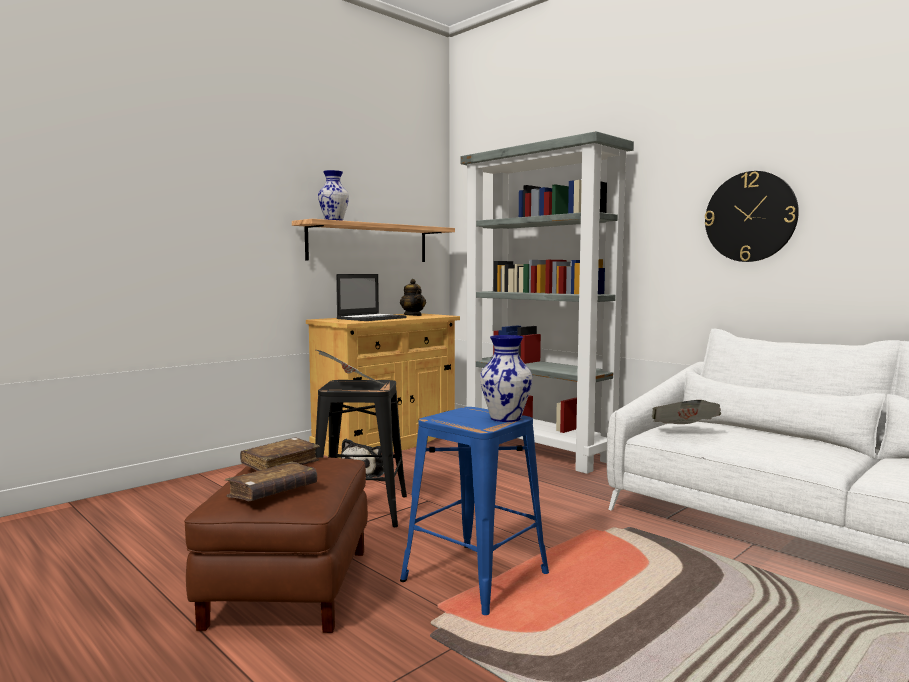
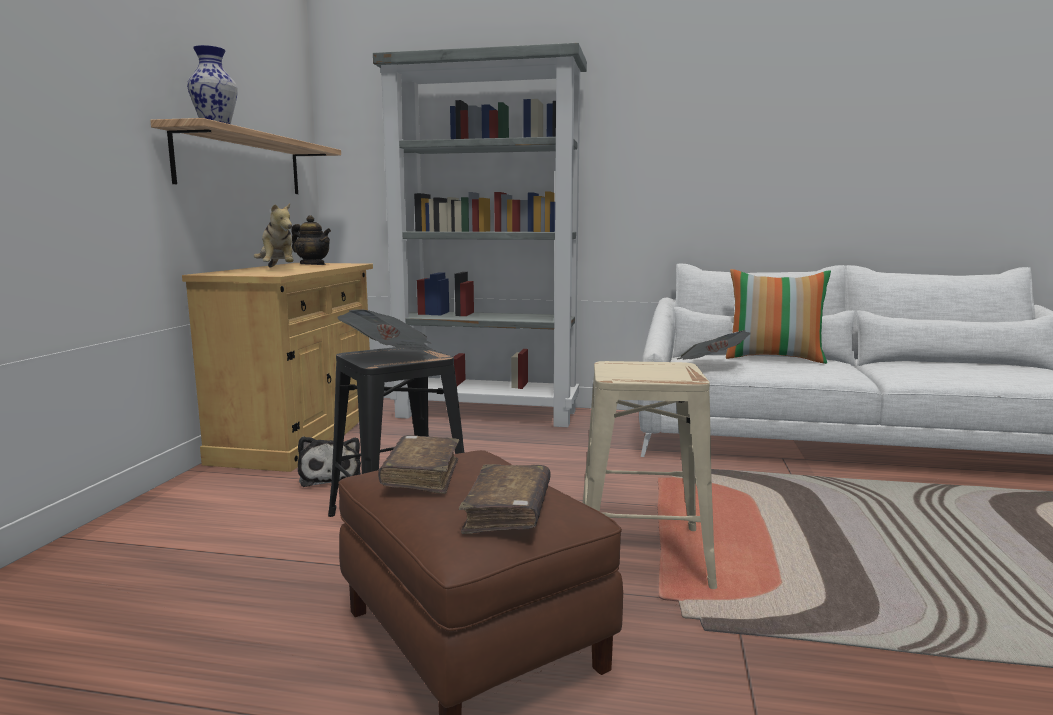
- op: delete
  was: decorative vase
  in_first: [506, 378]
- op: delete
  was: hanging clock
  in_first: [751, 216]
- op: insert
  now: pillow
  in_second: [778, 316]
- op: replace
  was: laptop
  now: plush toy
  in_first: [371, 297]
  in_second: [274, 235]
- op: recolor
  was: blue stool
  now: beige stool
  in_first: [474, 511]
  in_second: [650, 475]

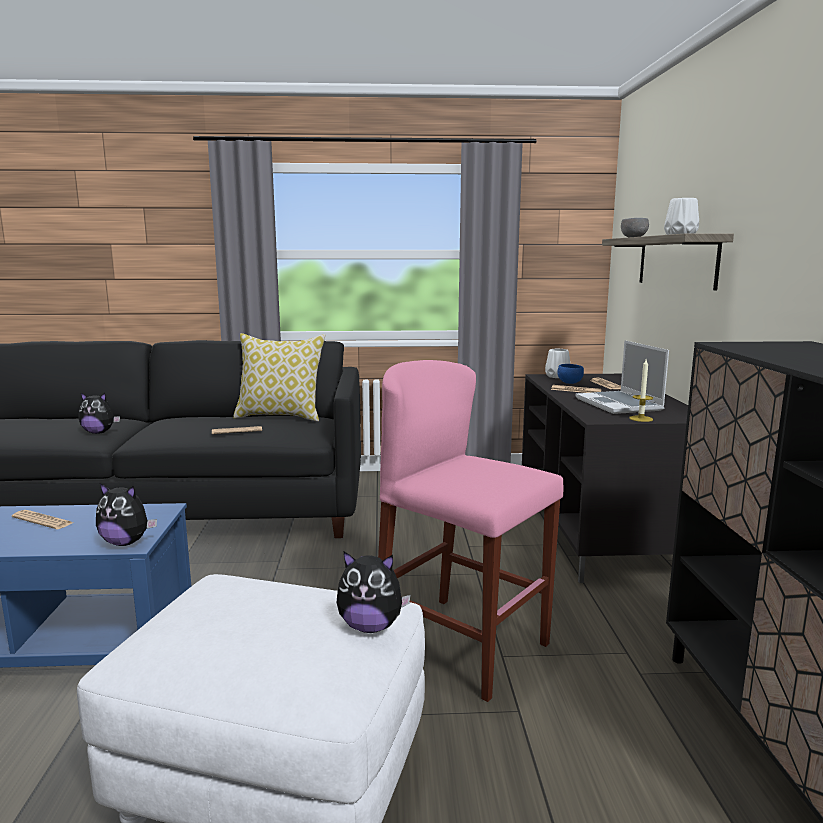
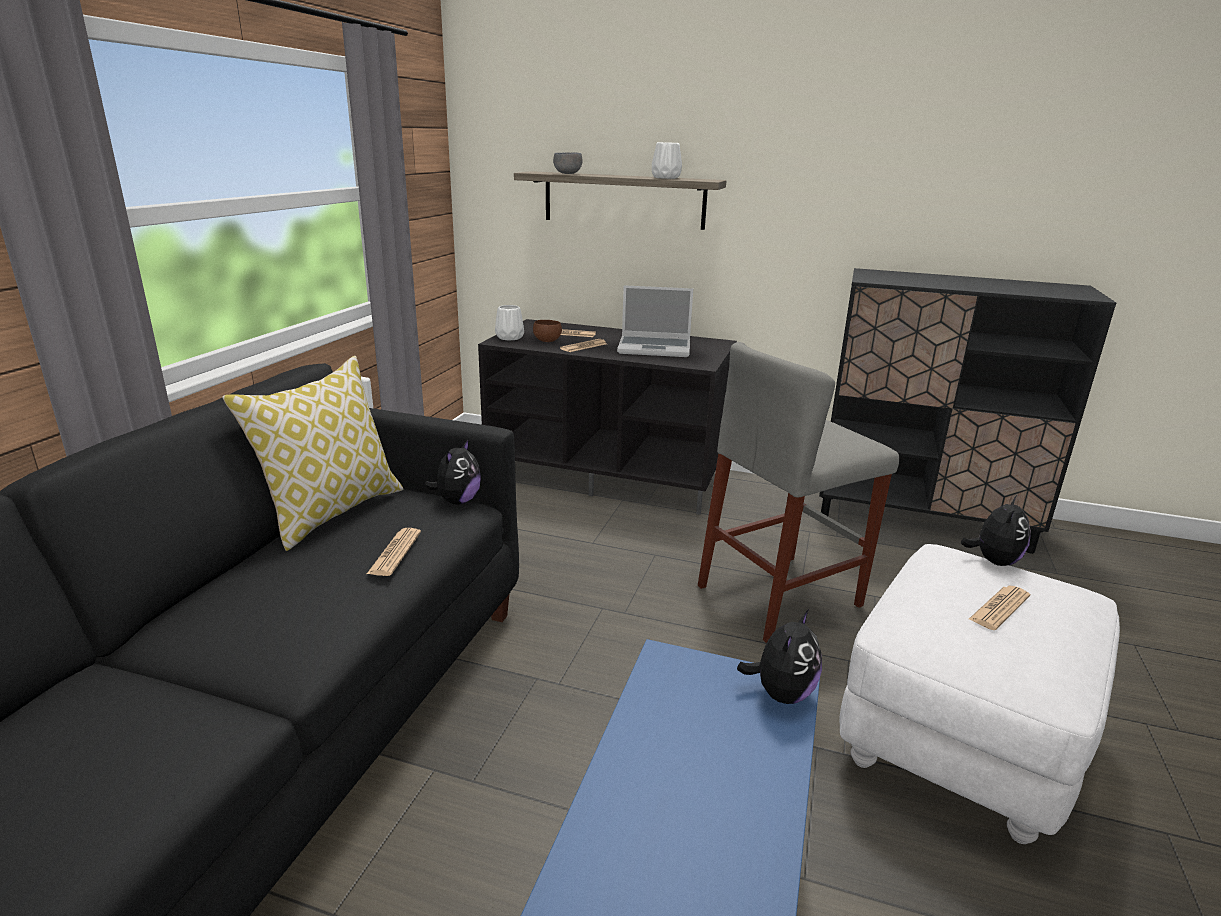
- op: delete
  was: wax candle
  in_first: [641, 390]
- op: move
  was: daily paper
  in_first: [42, 519]
  in_second: [999, 608]
- op: move
  was: plush toy
  in_first: [99, 413]
  in_second: [452, 472]
- op: recolor
  was: pink stool
  now: grey stool
  in_first: [470, 531]
  in_second: [798, 492]
- op: recolor
  was: blue bowl
  now: brownish bowl
  in_first: [570, 374]
  in_second: [547, 331]

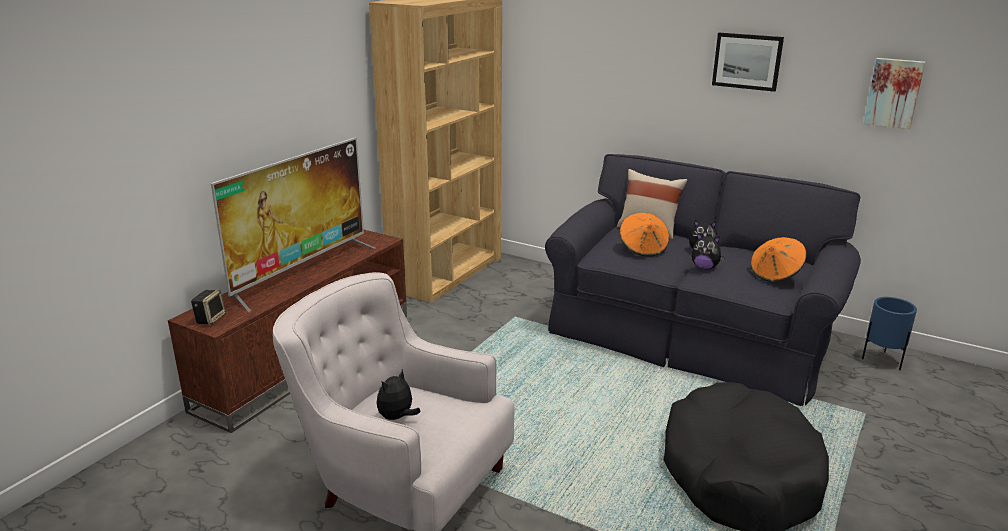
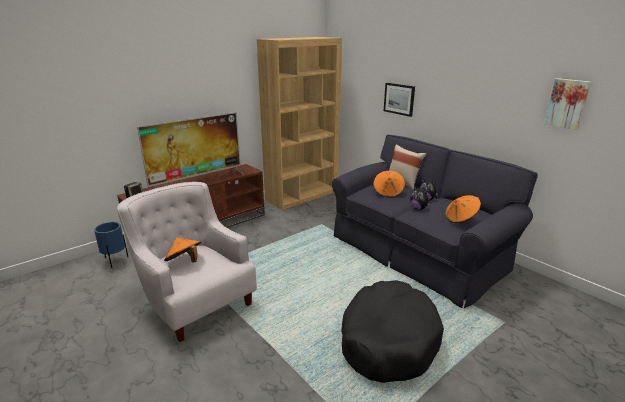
- op: move
  was: wall art
  in_first: [748, 62]
  in_second: [399, 100]
- op: move
  was: blue planter
  in_first: [889, 333]
  in_second: [111, 245]
- op: replace
  was: plush toy
  now: orange wearable hat
  in_first: [399, 394]
  in_second: [182, 250]

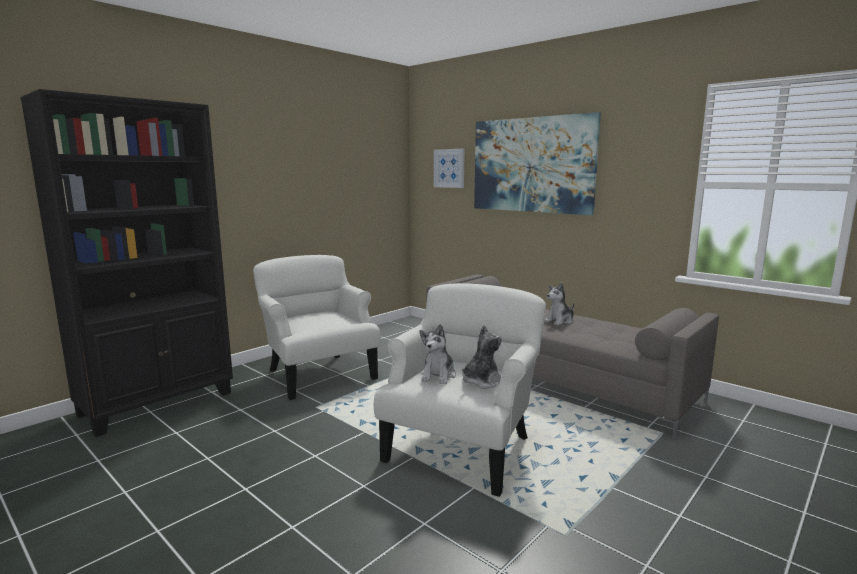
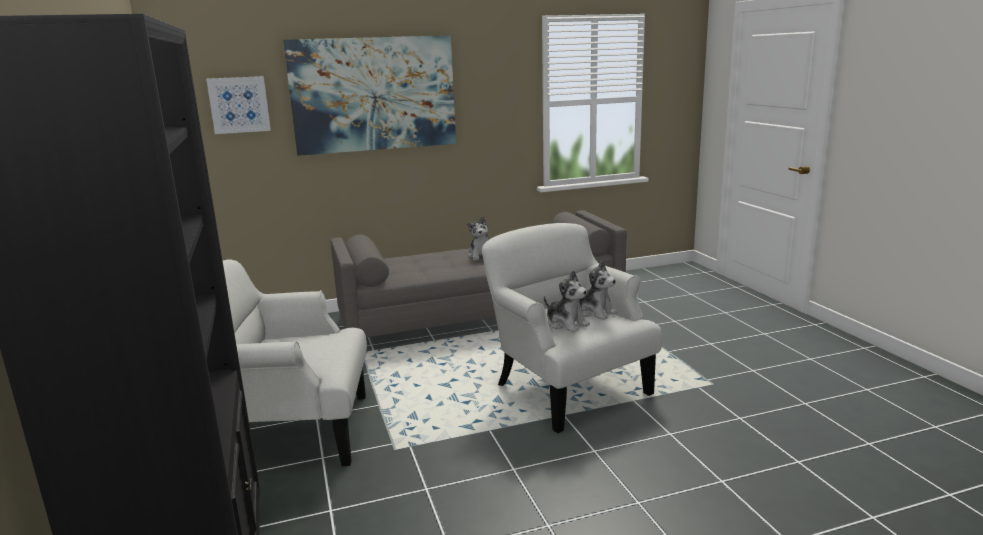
- op: rotate
  was: plush toy
  in_first: [482, 356]
  in_second: [599, 290]
  clockwise: 150

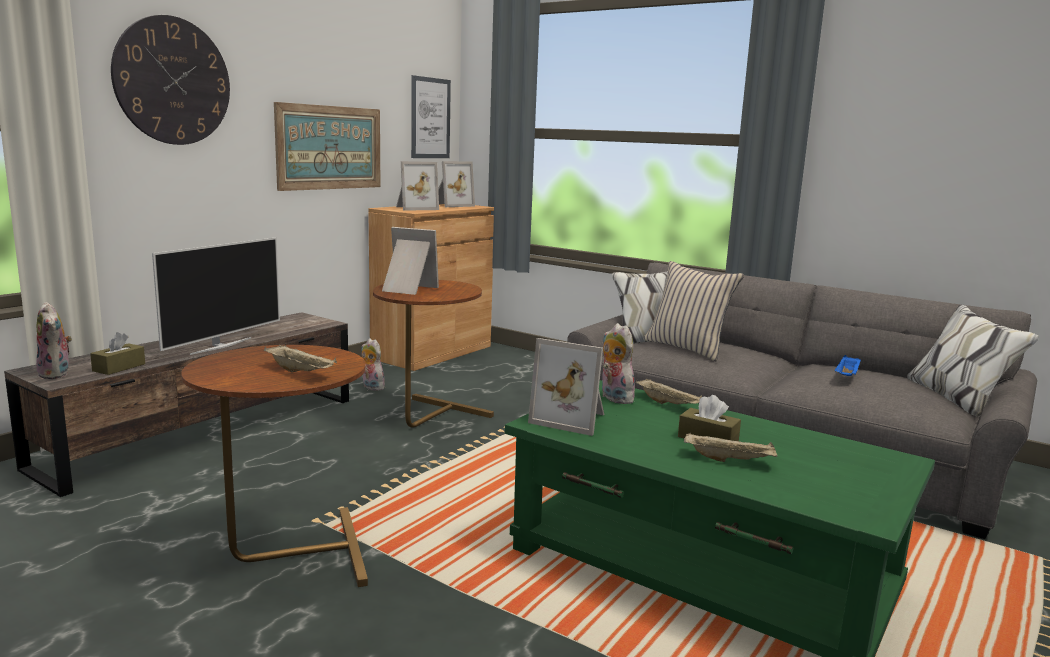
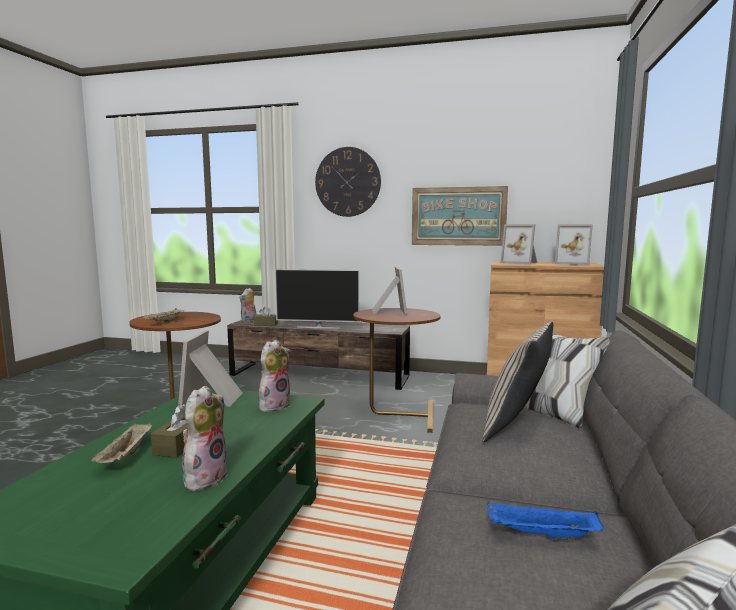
- op: delete
  was: wall art
  in_first: [431, 116]
- op: delete
  was: beige tray
  in_first: [669, 391]
- op: move
  was: plush toy
  in_first: [373, 364]
  in_second: [205, 438]

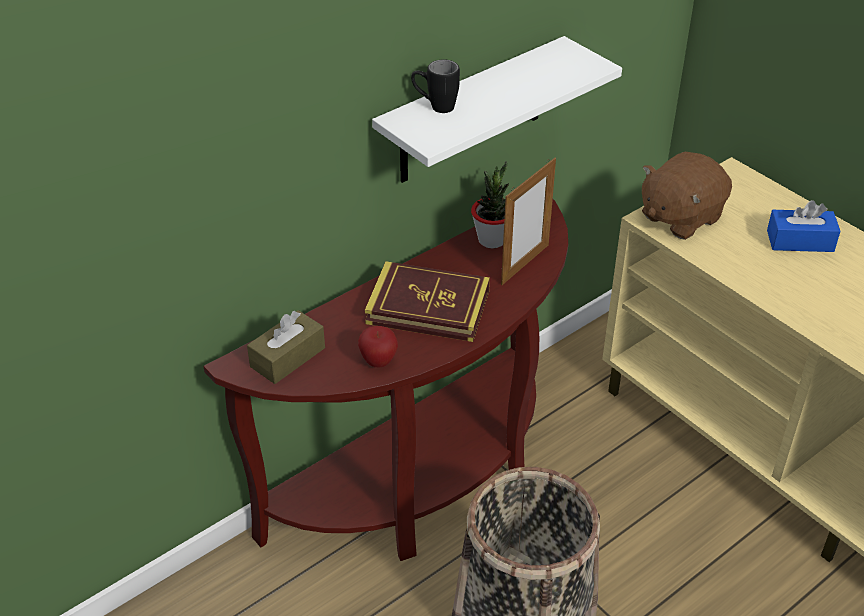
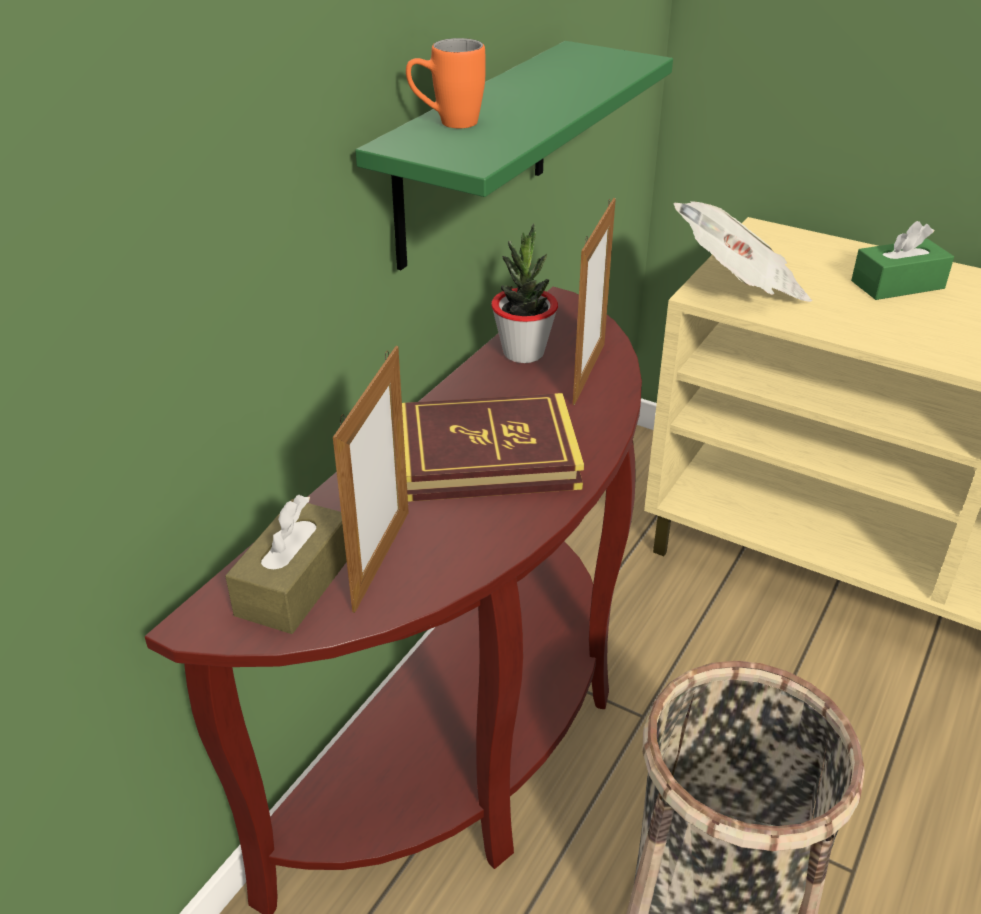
- op: delete
  was: apple fruit
  in_first: [378, 347]
- op: insert
  now: photo frame
  in_second: [371, 479]
- op: replace
  was: brownish plush toy
  now: daily paper
  in_first: [687, 196]
  in_second: [743, 251]
- op: recolor
  was: whitish shelf
  now: green-coloured shelf
  in_first: [497, 109]
  in_second: [514, 155]
- op: recolor
  was: black tea mug
  now: orange tea mug
  in_first: [435, 86]
  in_second: [445, 83]
- op: recolor
  was: blue tissue holder
  now: green-coloured tissue holder
  in_first: [804, 226]
  in_second: [902, 260]

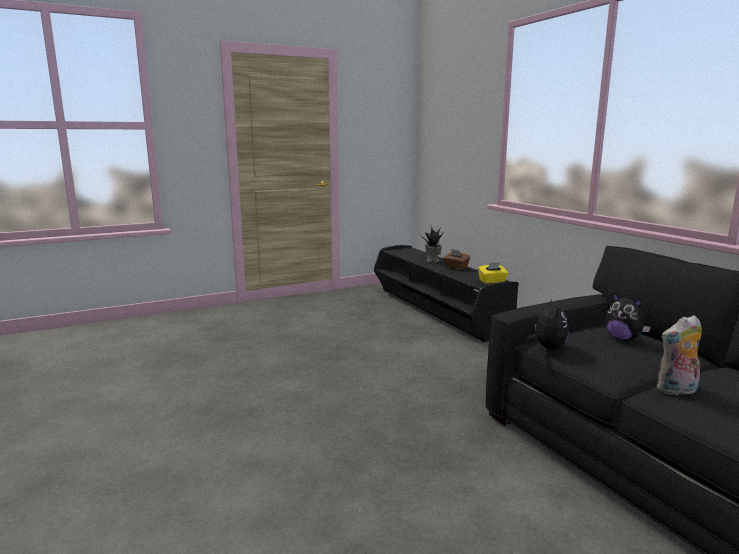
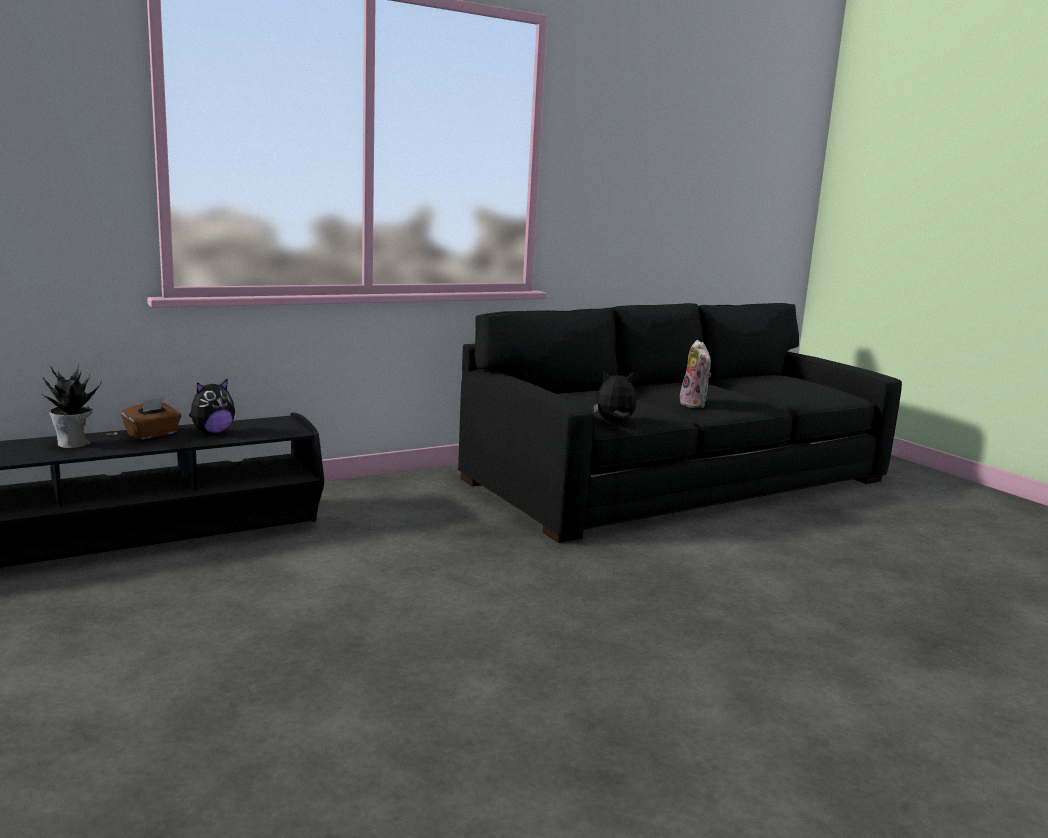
- op: delete
  was: yellowish tissue holder
  in_first: [493, 273]
- op: move
  was: plush toy
  in_first: [628, 316]
  in_second: [212, 406]

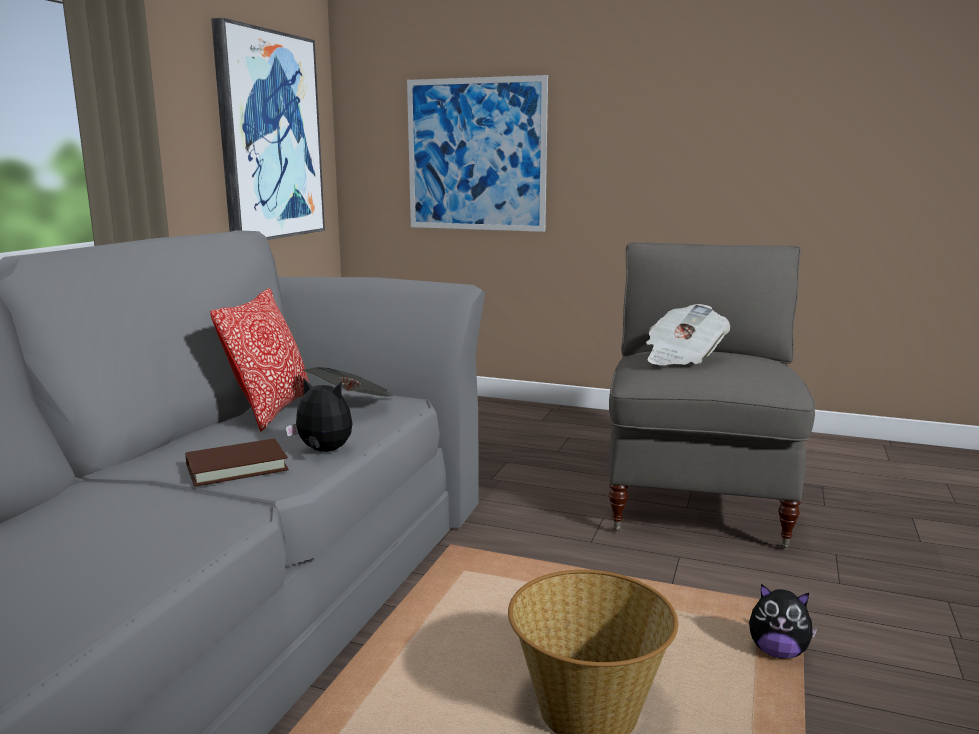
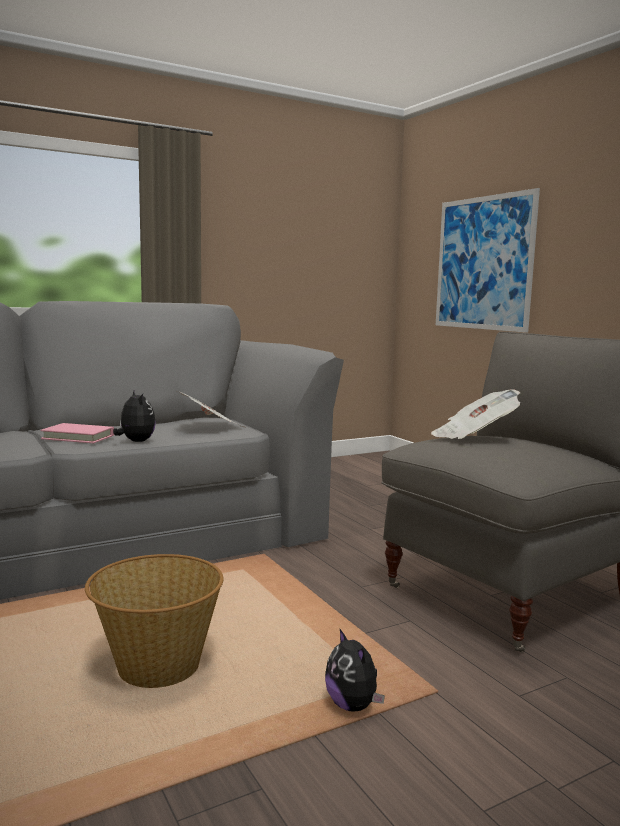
- op: delete
  was: pillow
  in_first: [259, 360]
- op: delete
  was: wall art
  in_first: [268, 129]
- op: recolor
  was: brownish volume
  now: pink volume
  in_first: [237, 463]
  in_second: [77, 433]

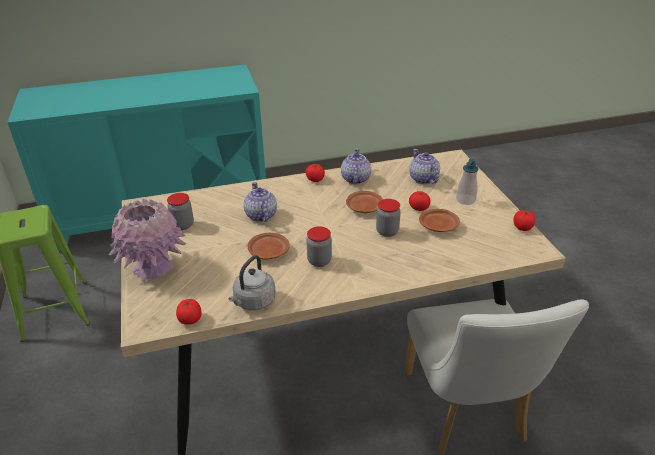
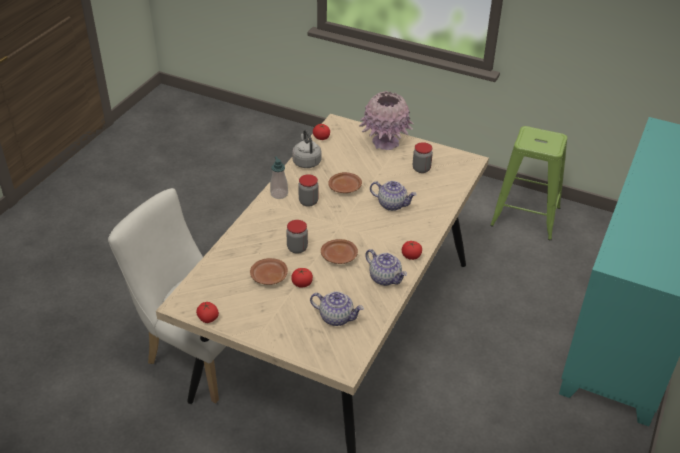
- op: move
  was: soap dispenser
  in_first: [467, 182]
  in_second: [279, 177]

